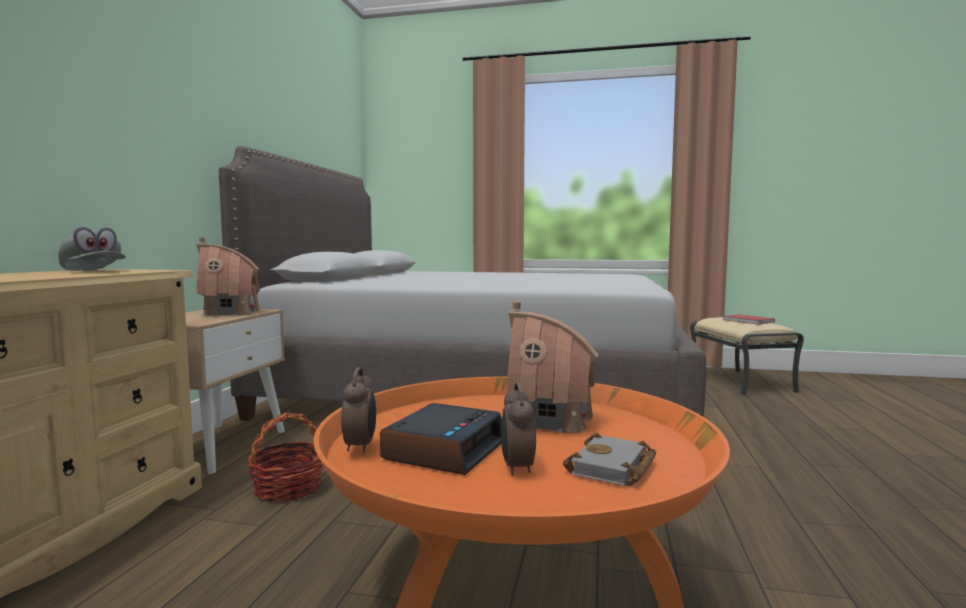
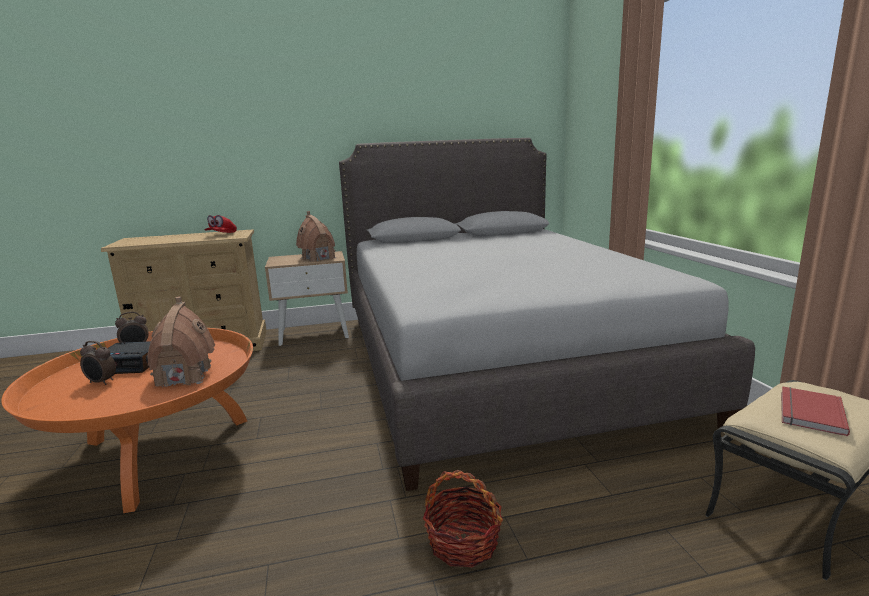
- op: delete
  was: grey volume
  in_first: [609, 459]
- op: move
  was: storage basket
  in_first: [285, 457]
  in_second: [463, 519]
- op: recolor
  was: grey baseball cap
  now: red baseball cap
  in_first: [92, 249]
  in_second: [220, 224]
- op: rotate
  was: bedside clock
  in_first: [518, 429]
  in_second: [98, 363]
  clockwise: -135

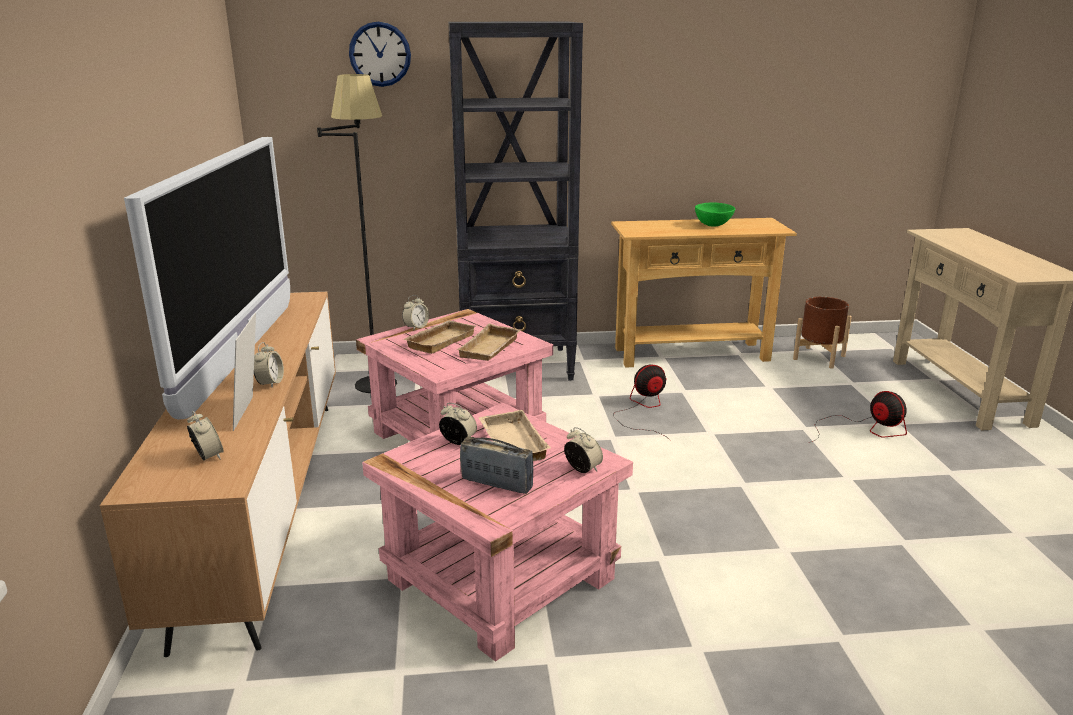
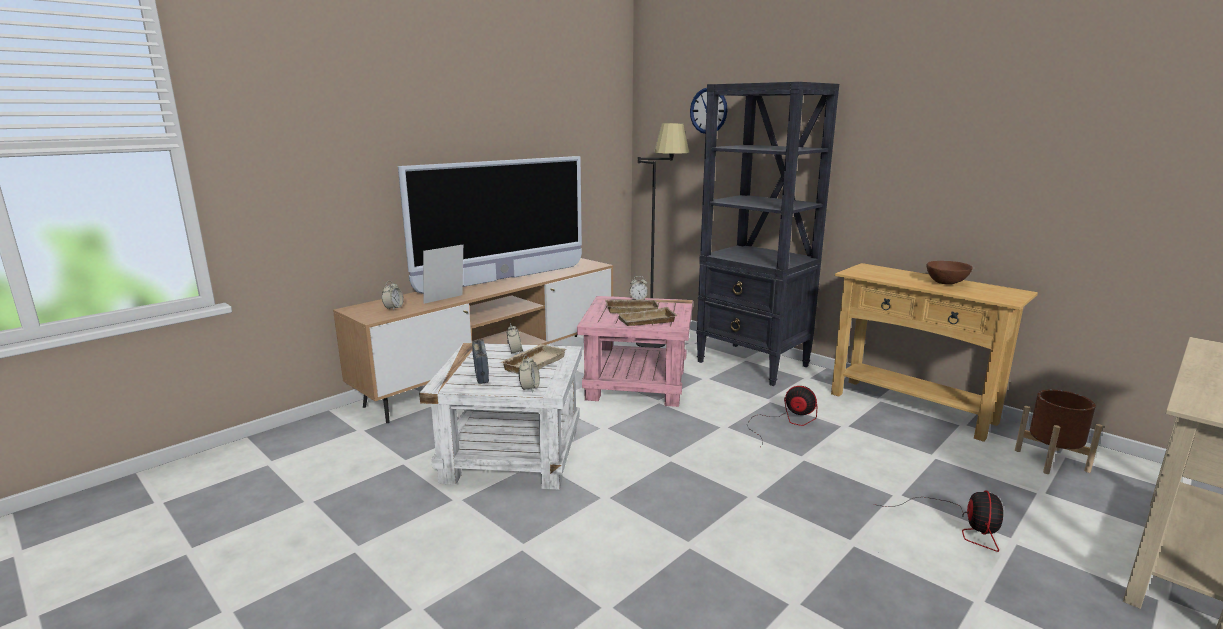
- op: delete
  was: bedside clock
  in_first: [269, 365]
- op: recolor
  was: pink end table
  now: whitish end table
  in_first: [497, 532]
  in_second: [500, 416]
- op: recolor
  was: green-coloured bowl
  now: brownish bowl
  in_first: [715, 214]
  in_second: [949, 273]

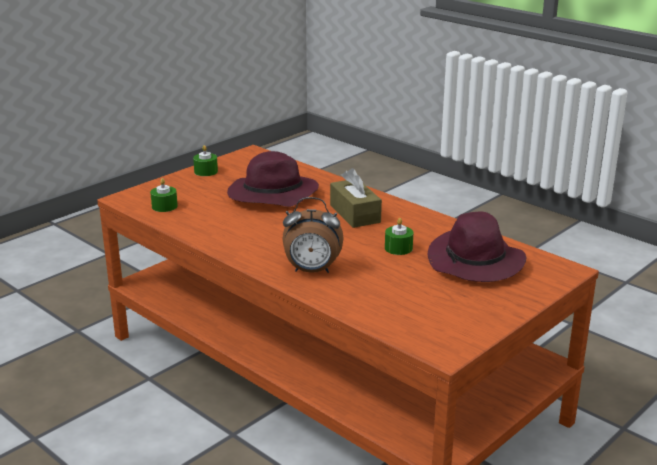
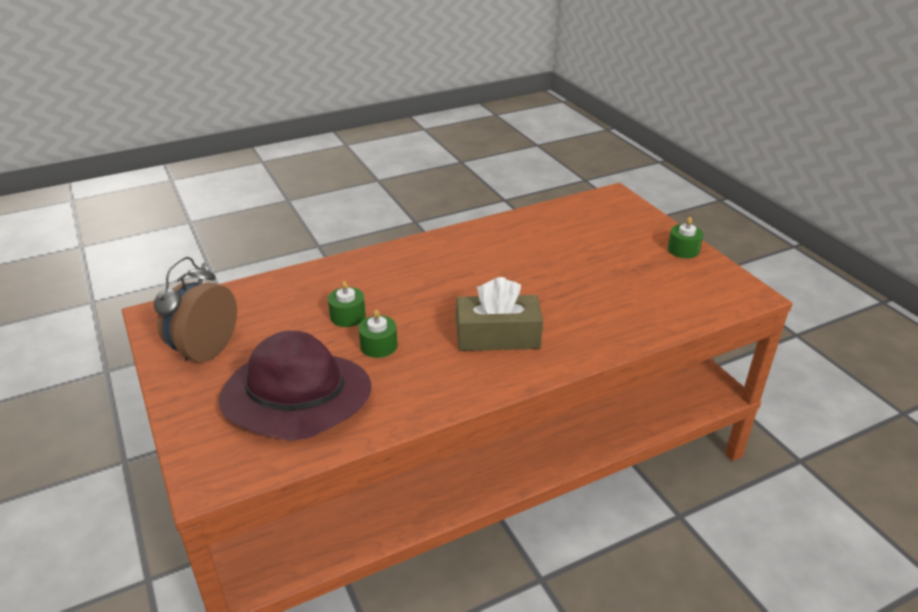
- op: delete
  was: purple wearable hat
  in_first: [273, 179]
- op: move
  was: green-coloured wax candle
  in_first: [164, 195]
  in_second: [347, 304]
- op: move
  was: bedside clock
  in_first: [312, 235]
  in_second: [195, 309]

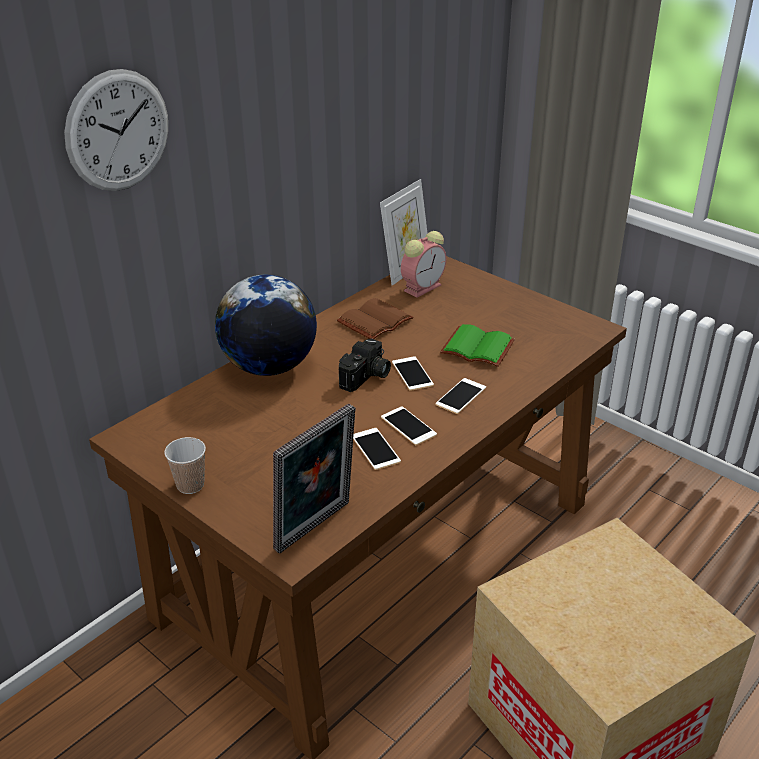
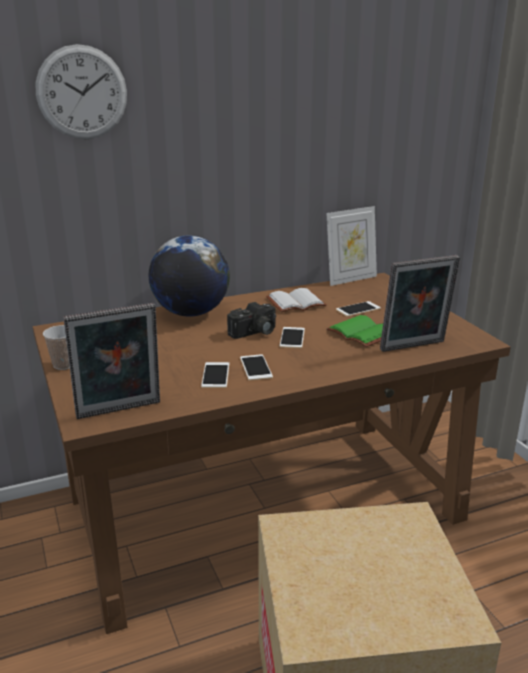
- op: delete
  was: bedside clock
  in_first: [423, 264]
- op: insert
  now: photo frame
  in_second: [420, 303]
- op: move
  was: handset
  in_first: [460, 396]
  in_second: [358, 309]
- op: recolor
  was: brownish volume
  now: whitish volume
  in_first: [375, 318]
  in_second: [296, 300]

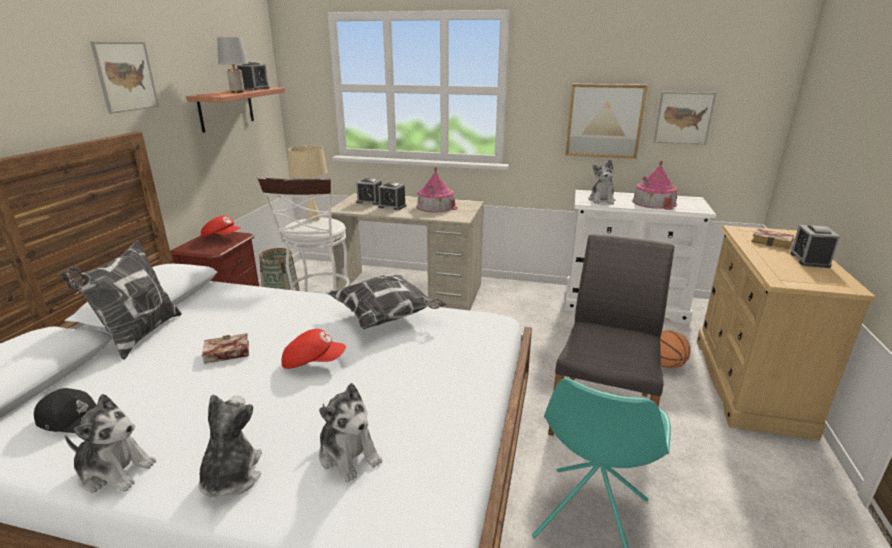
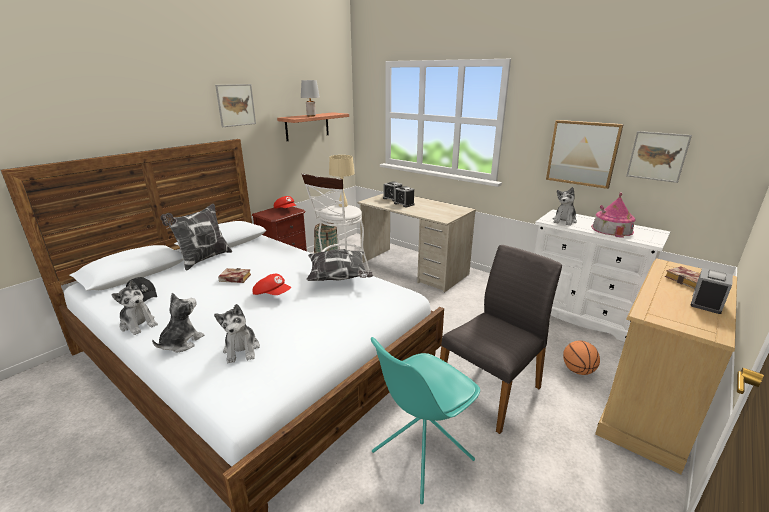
- op: delete
  was: bedside clock
  in_first: [253, 76]
- op: delete
  was: model house
  in_first: [437, 189]

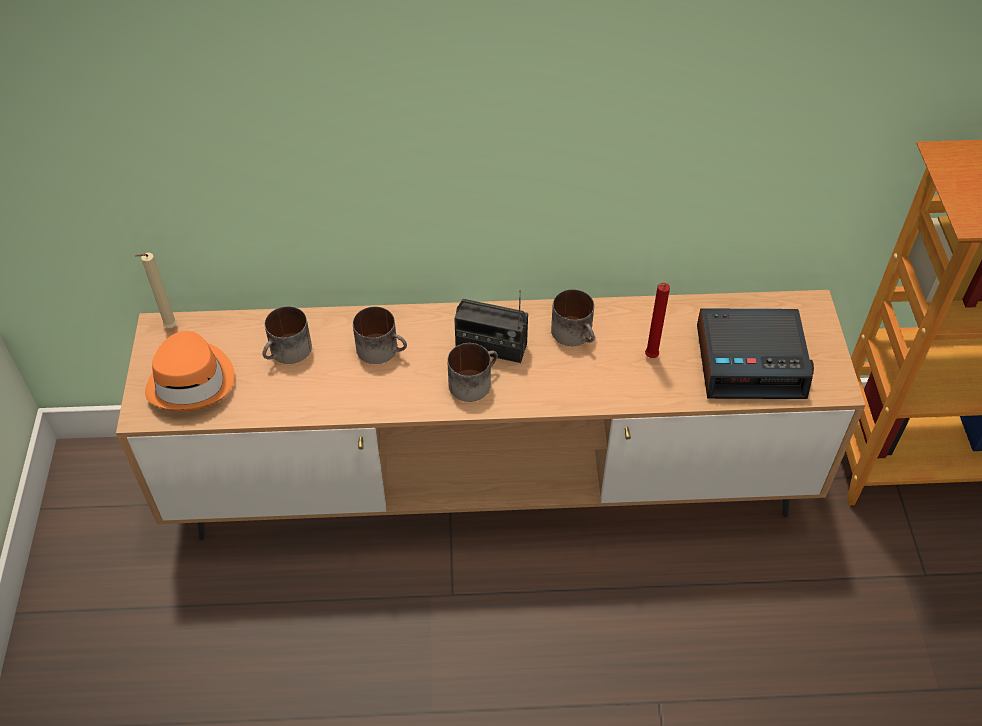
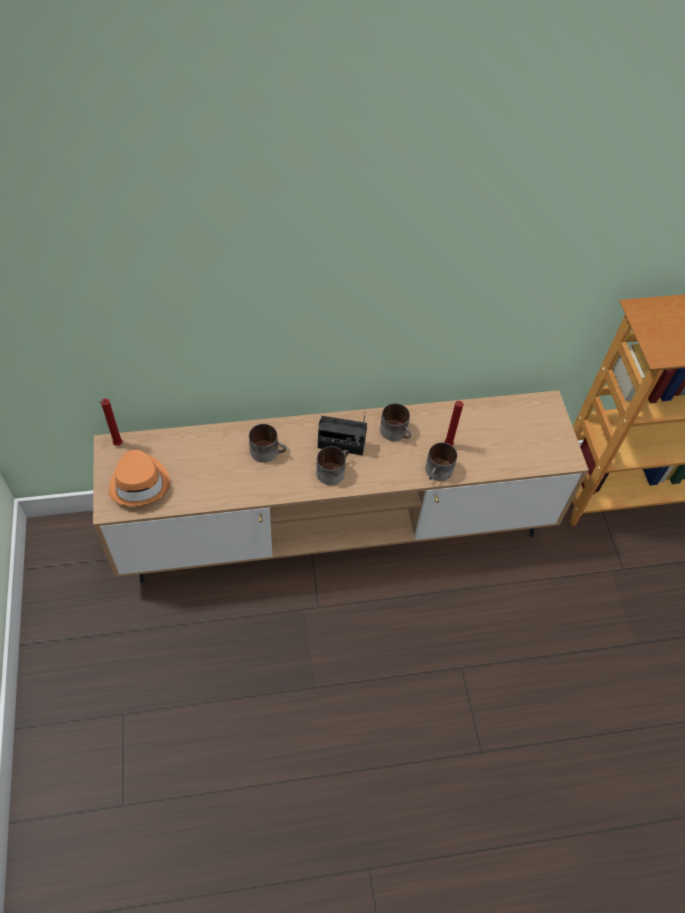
- op: delete
  was: bedside clock
  in_first: [755, 353]
- op: move
  was: tea mug
  in_first: [287, 335]
  in_second: [441, 461]
- op: recolor
  was: beige wax candle
  now: red wax candle
  in_first: [156, 290]
  in_second: [110, 422]

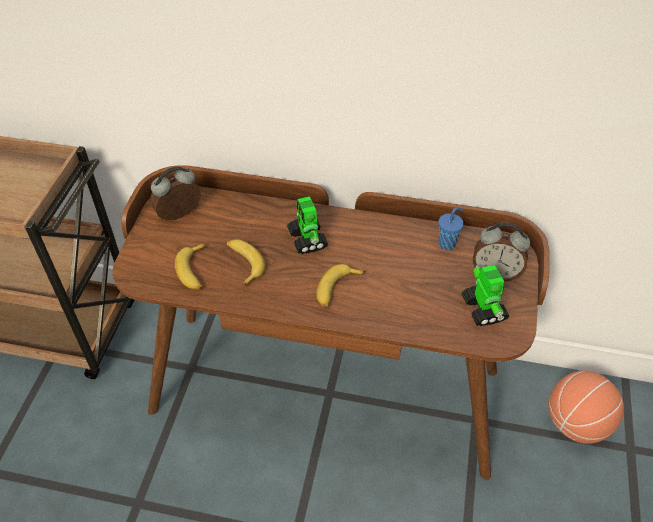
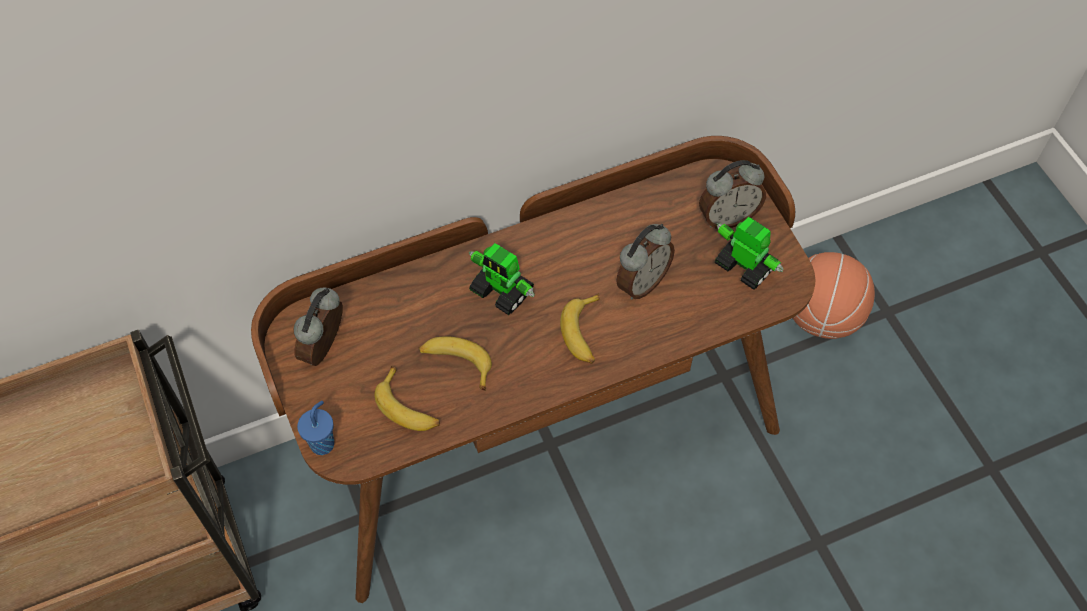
- op: insert
  now: bedside clock
  in_second: [645, 262]
- op: move
  was: blue small cup
  in_first: [451, 228]
  in_second: [315, 428]

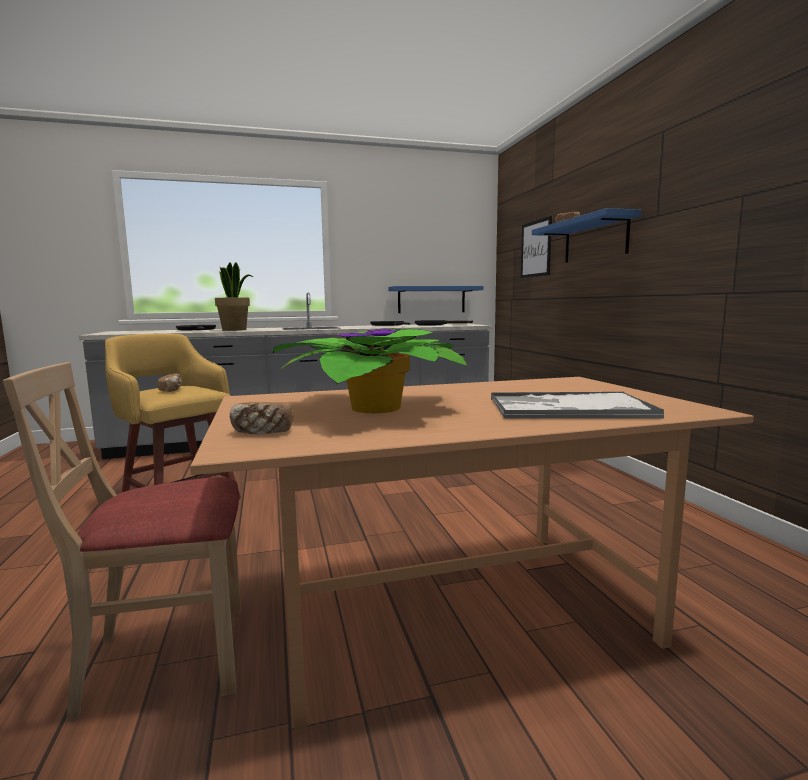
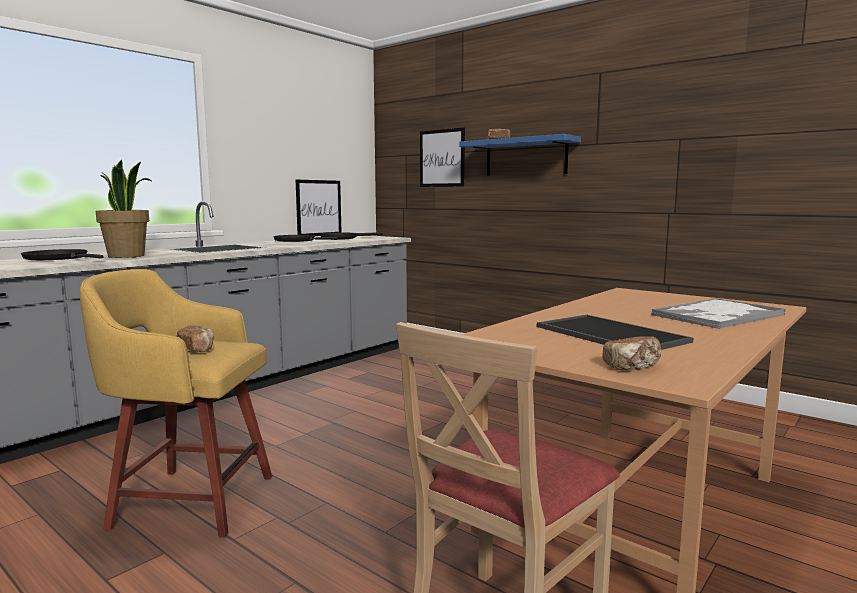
- op: replace
  was: potted plant
  now: tray
  in_first: [370, 370]
  in_second: [615, 332]
- op: replace
  was: blue shelf
  now: wall art
  in_first: [436, 299]
  in_second: [318, 208]

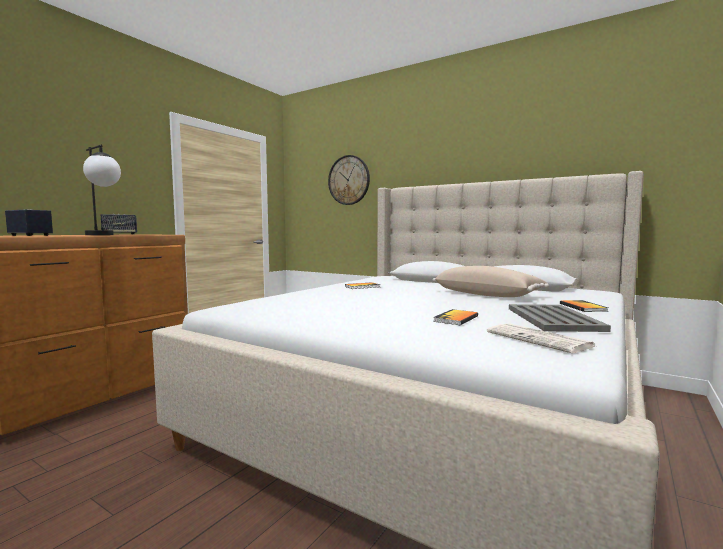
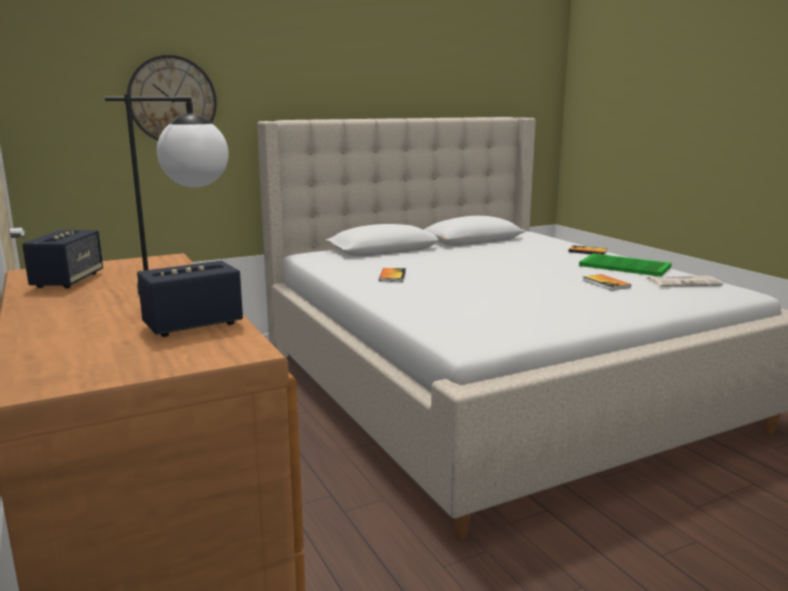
- op: delete
  was: beige pillow
  in_first: [491, 281]
- op: recolor
  was: grey tray
  now: green-coloured tray
  in_first: [560, 318]
  in_second: [625, 265]

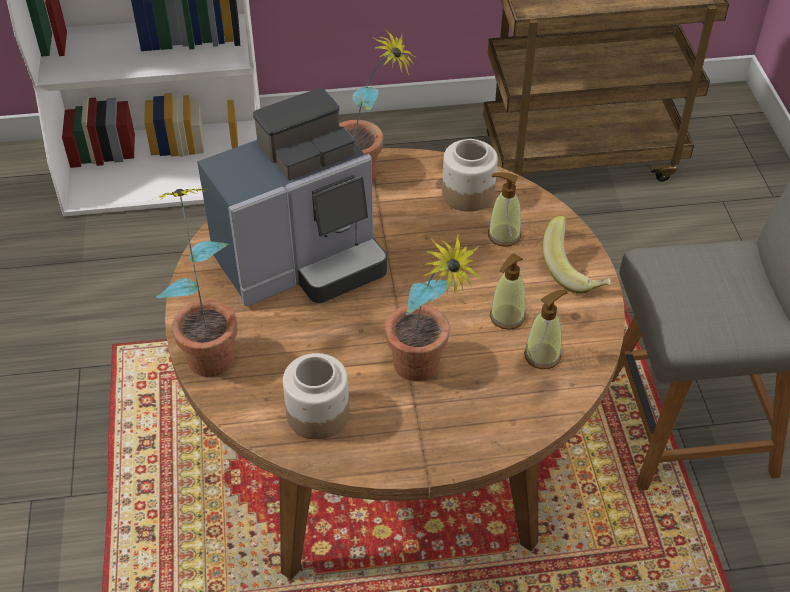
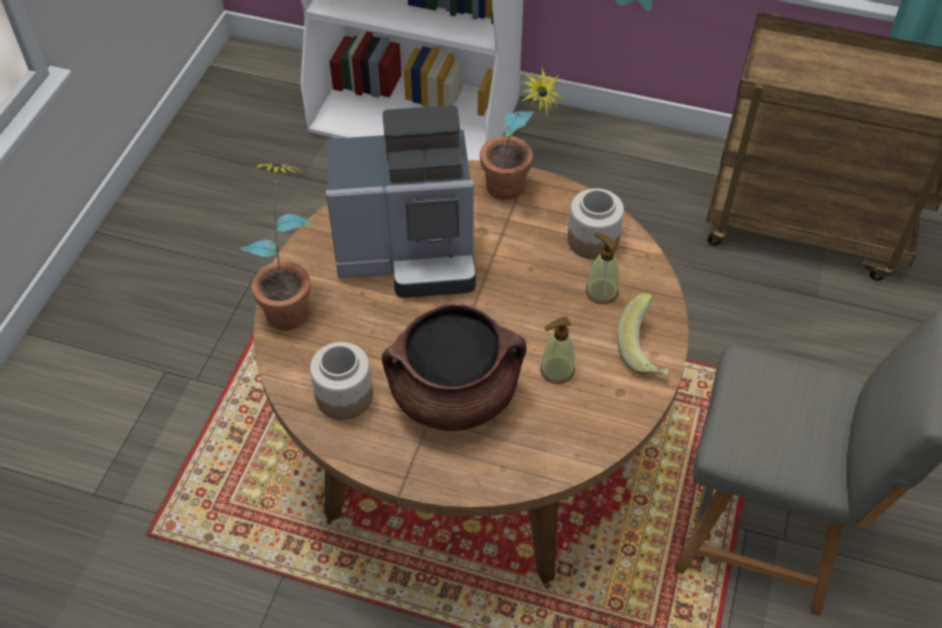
- op: delete
  was: soap dispenser
  in_first: [546, 329]
- op: replace
  was: potted plant
  now: brownish stockpot
  in_first: [433, 307]
  in_second: [454, 367]

